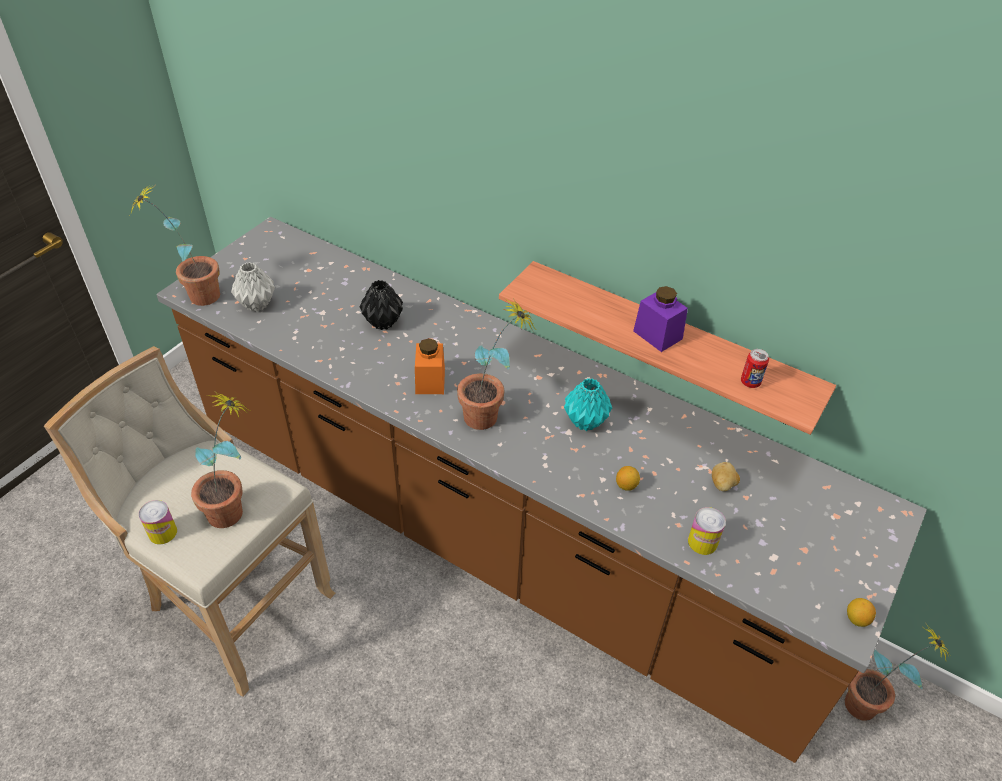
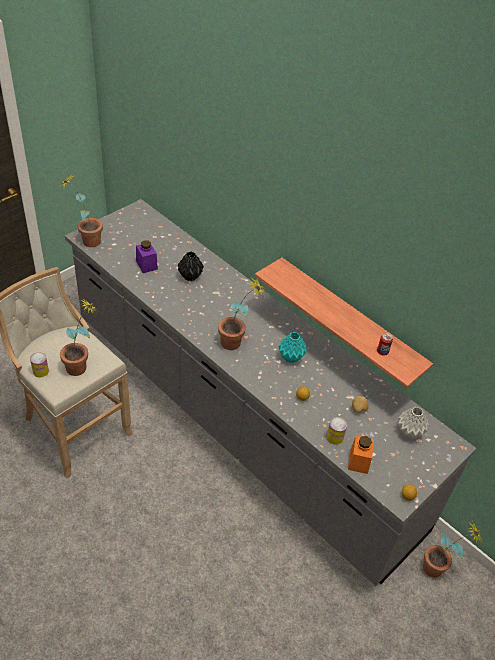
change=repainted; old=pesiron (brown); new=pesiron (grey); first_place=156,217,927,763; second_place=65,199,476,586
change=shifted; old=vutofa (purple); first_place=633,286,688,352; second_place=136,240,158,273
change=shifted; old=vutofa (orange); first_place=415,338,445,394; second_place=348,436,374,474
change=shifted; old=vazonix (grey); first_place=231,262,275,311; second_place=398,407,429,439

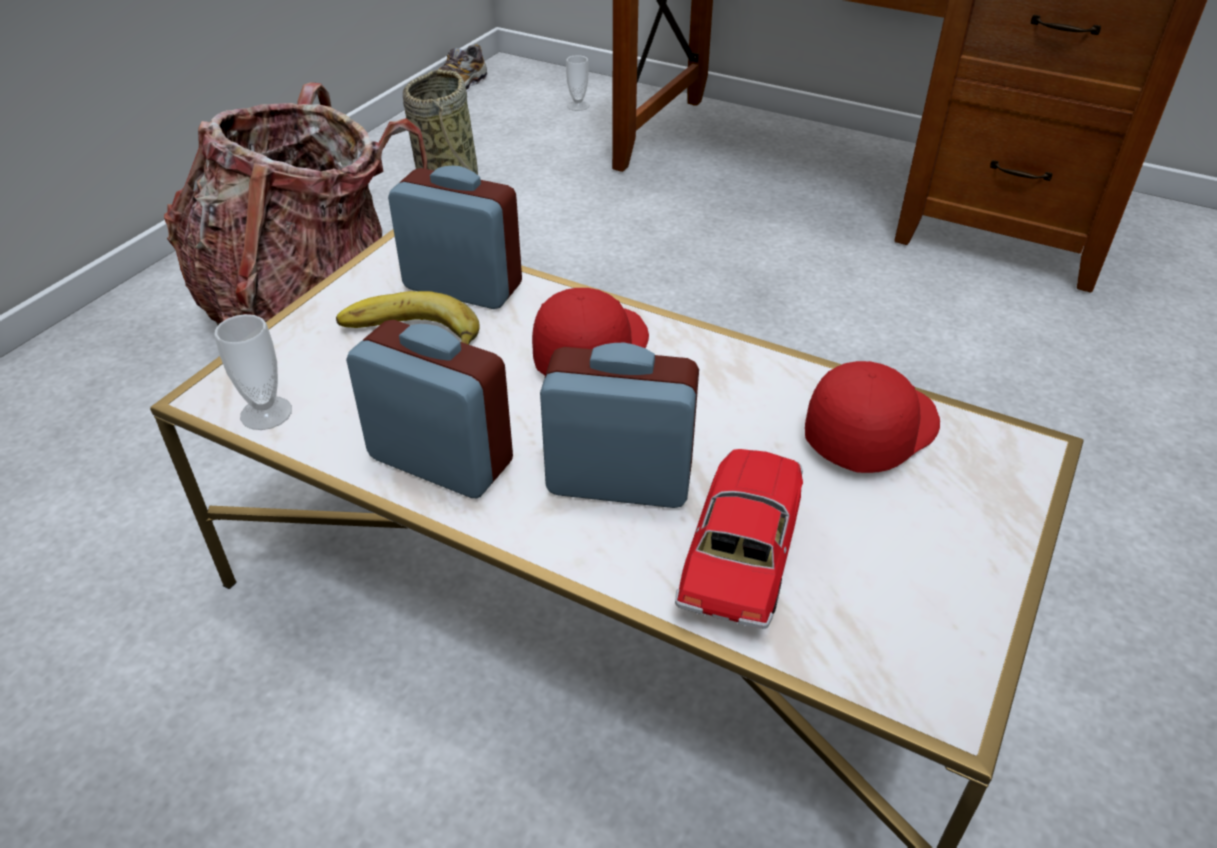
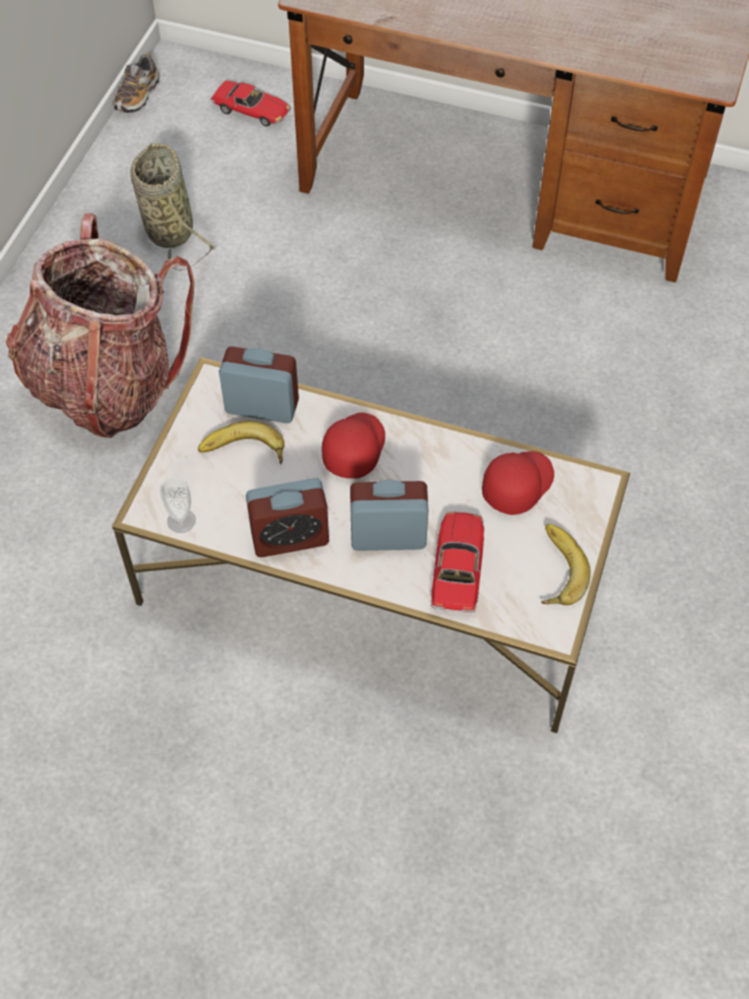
change=swapped; old=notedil; new=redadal; first_place=566,55,589,111; second_place=210,80,291,126
change=rotated; old=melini; first_place=346,320,513,498; second_place=246,478,329,557; degrees=150
change=new; new=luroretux; second_place=541,524,591,605

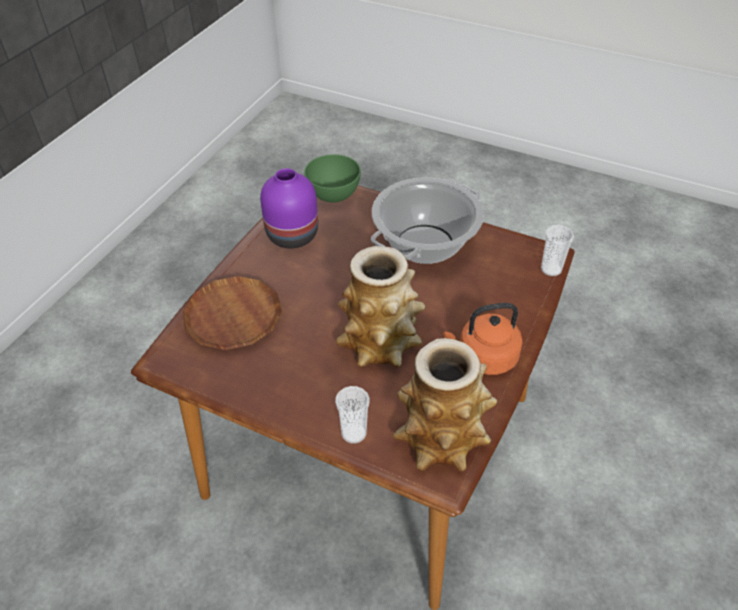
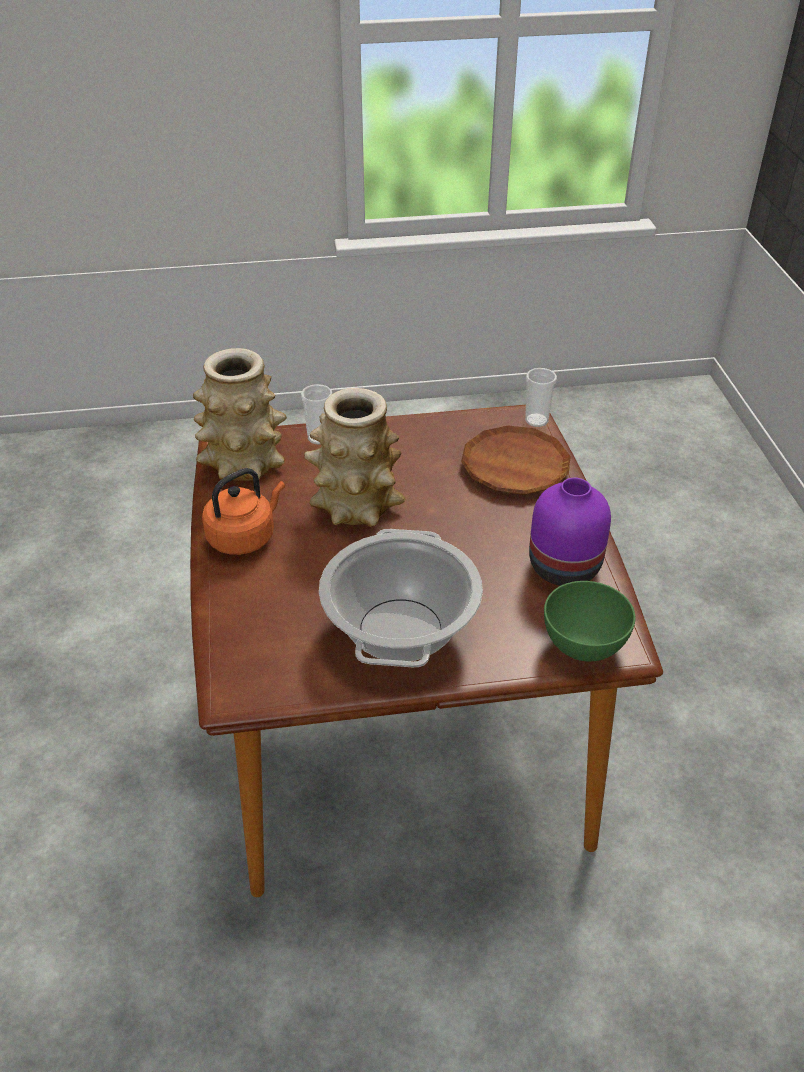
change=shifted; old=notedil; first_place=541,225,574,276; second_place=525,368,557,427

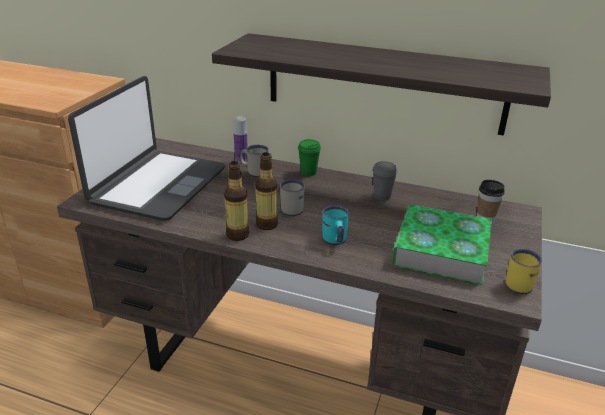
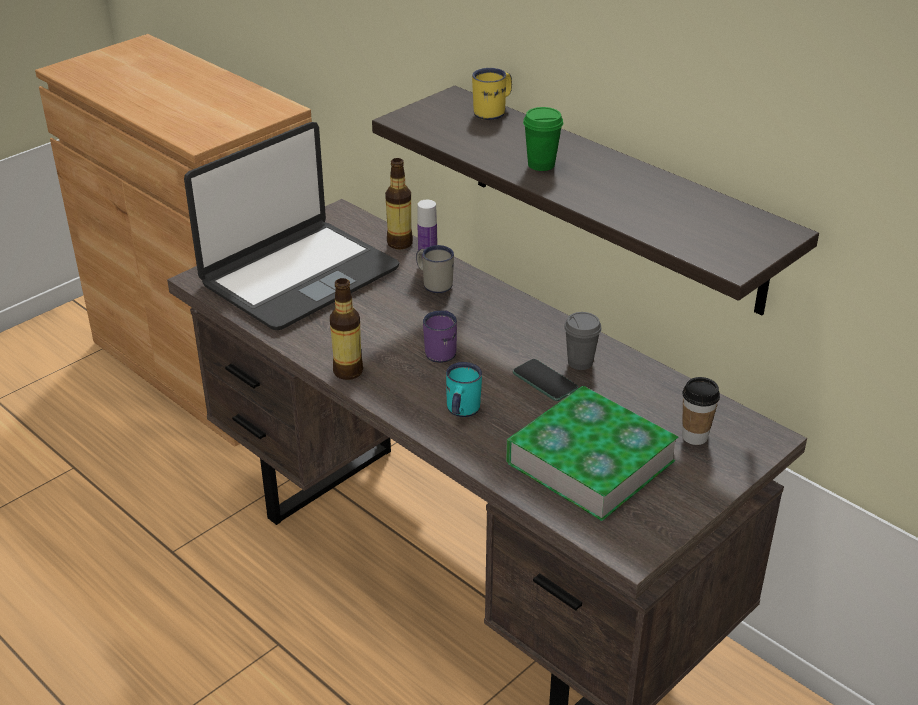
change=shifted; old=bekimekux; first_place=255,152,278,230; second_place=385,158,413,249
change=repainted; old=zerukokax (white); new=zerukokax (purple); first_place=280,179,305,216; second_place=423,310,457,363
change=shifted; old=zerukokax (yellow); first_place=505,249,542,294; second_place=472,68,512,120
change=new; new=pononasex; second_place=513,359,578,401
change=shifted; old=notedil (green); first_place=298,139,321,176; second_place=523,107,563,171

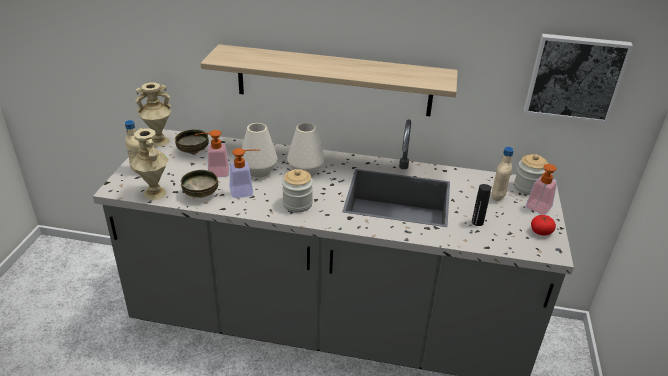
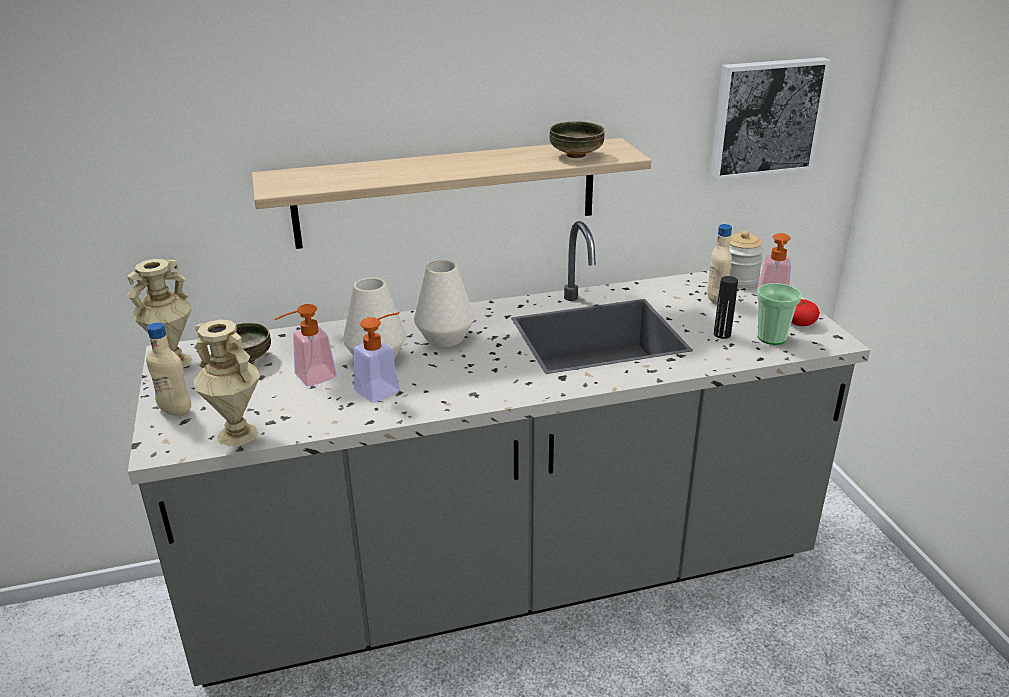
change=shifted; old=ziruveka; first_place=181,170,218,198; second_place=549,121,605,158
change=new; new=notedil; second_place=757,283,802,345
change=gone; old=vutofa; first_place=282,169,313,213

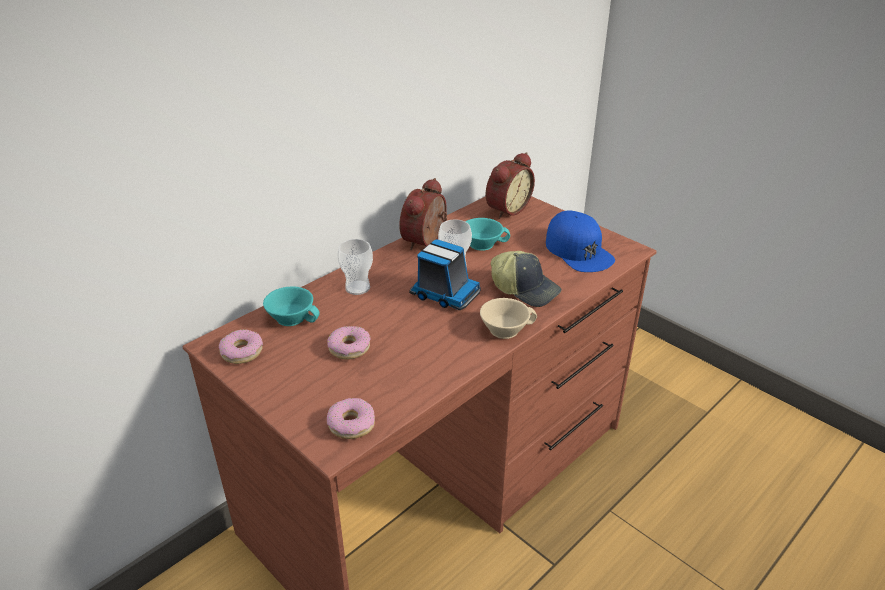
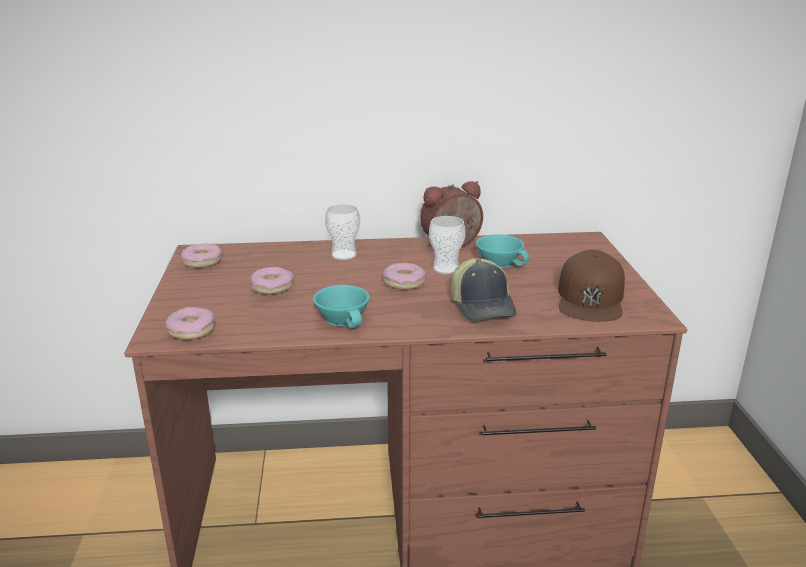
change=shifted; old=notedil (turquoise); first_place=263,286,320,326; second_place=313,285,370,329
change=swapped; old=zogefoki; new=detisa; first_place=409,239,481,310; second_place=383,263,426,290
change=repainted; old=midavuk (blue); new=midavuk (brown); first_place=546,211,615,272; second_place=558,250,625,322
change=gone; old=notedil (beige); first_place=480,298,537,339
change=gone; old=melini; first_place=486,152,535,219

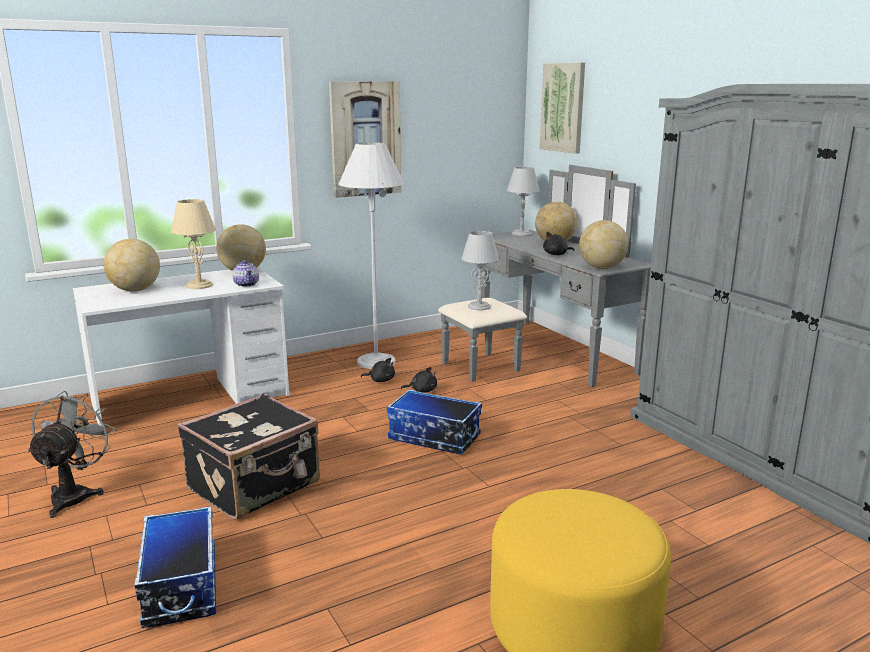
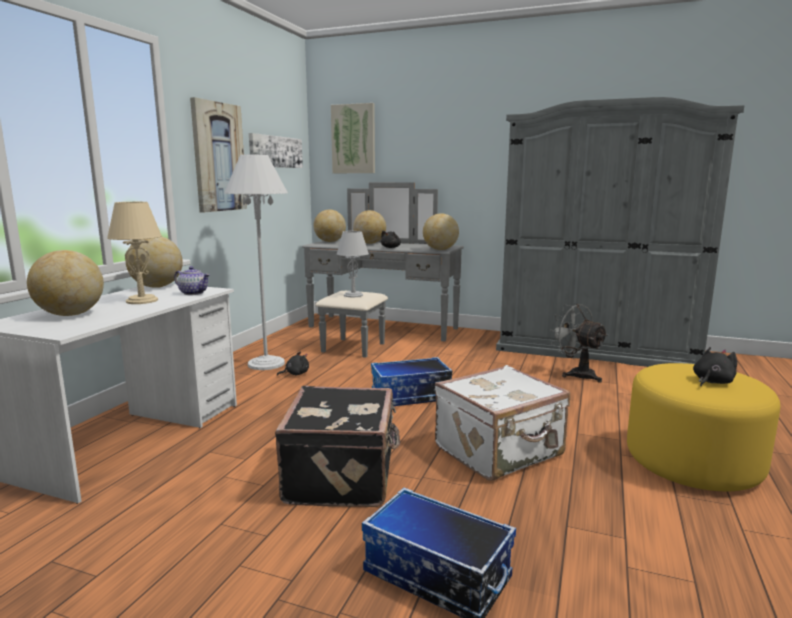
change=new; new=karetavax; second_place=249,133,303,168
change=swapped; old=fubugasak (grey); new=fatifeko; first_place=507,167,540,236; second_place=314,209,346,242
change=new; new=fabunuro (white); second_place=435,365,570,481
change=shifted; old=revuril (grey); first_place=27,391,115,518; second_place=550,304,608,383
change=shifted; old=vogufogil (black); first_place=401,367,437,393; second_place=693,347,737,386

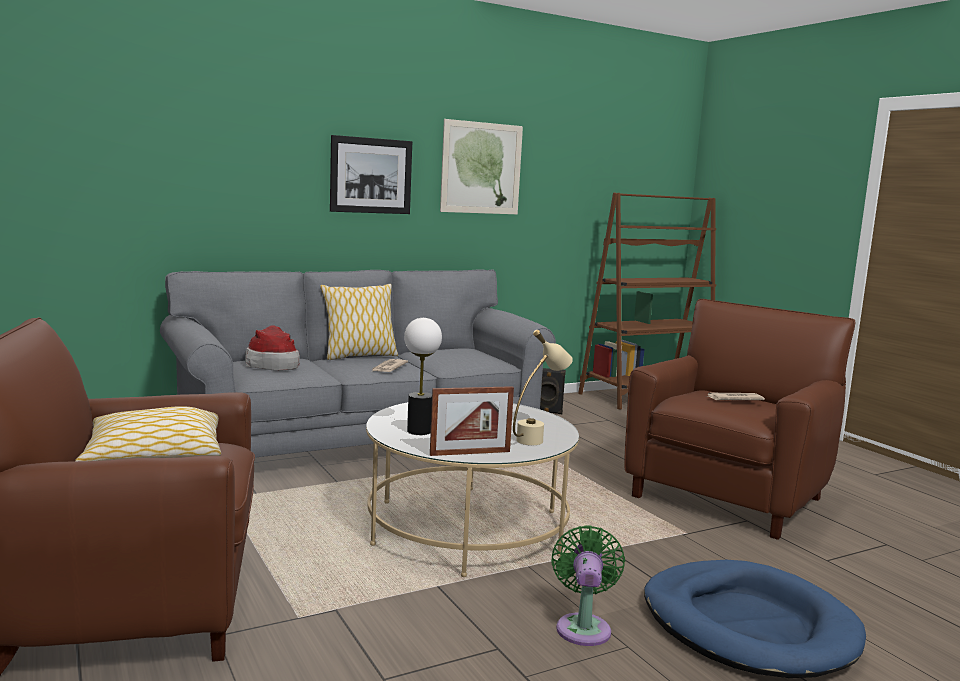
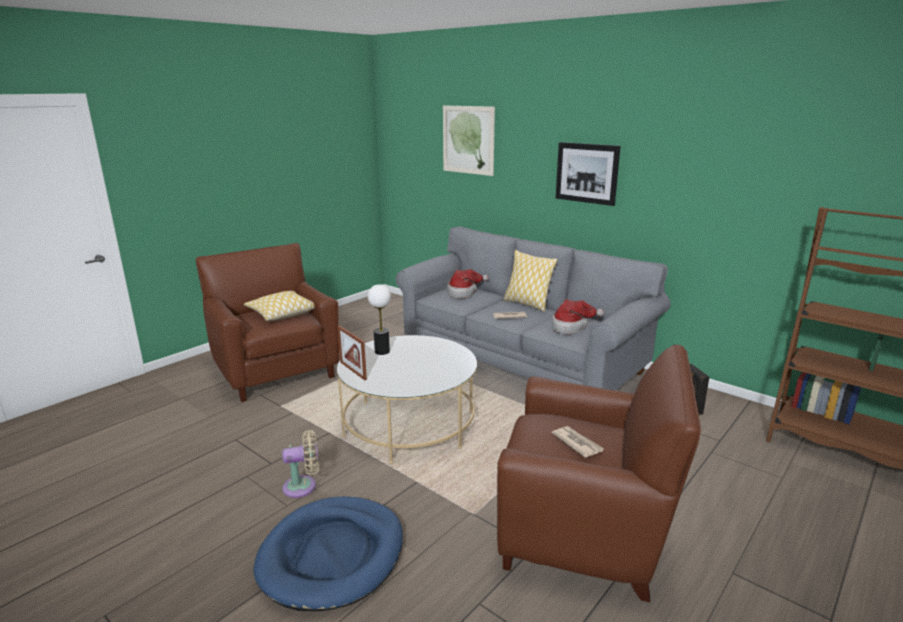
change=repainted; old=revuril (green); new=revuril (beige); first_place=551,525,625,646; second_place=282,430,319,498
change=shifted; old=karetavax; first_place=440,119,523,214; second_place=443,106,495,176
change=new; new=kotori; second_place=552,299,604,335
change=gone; old=fubugasak (beige); first_place=513,330,573,445

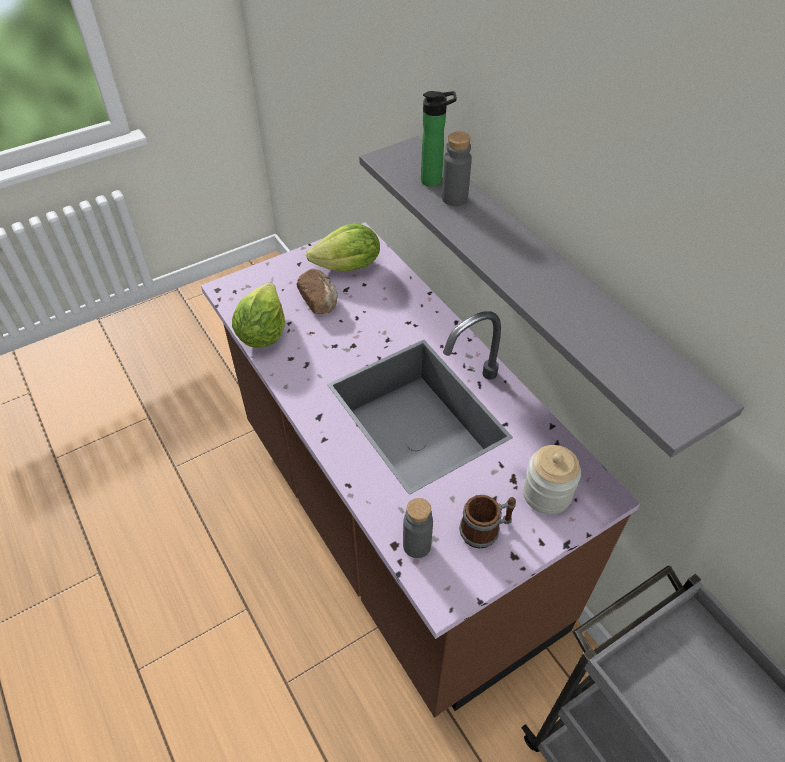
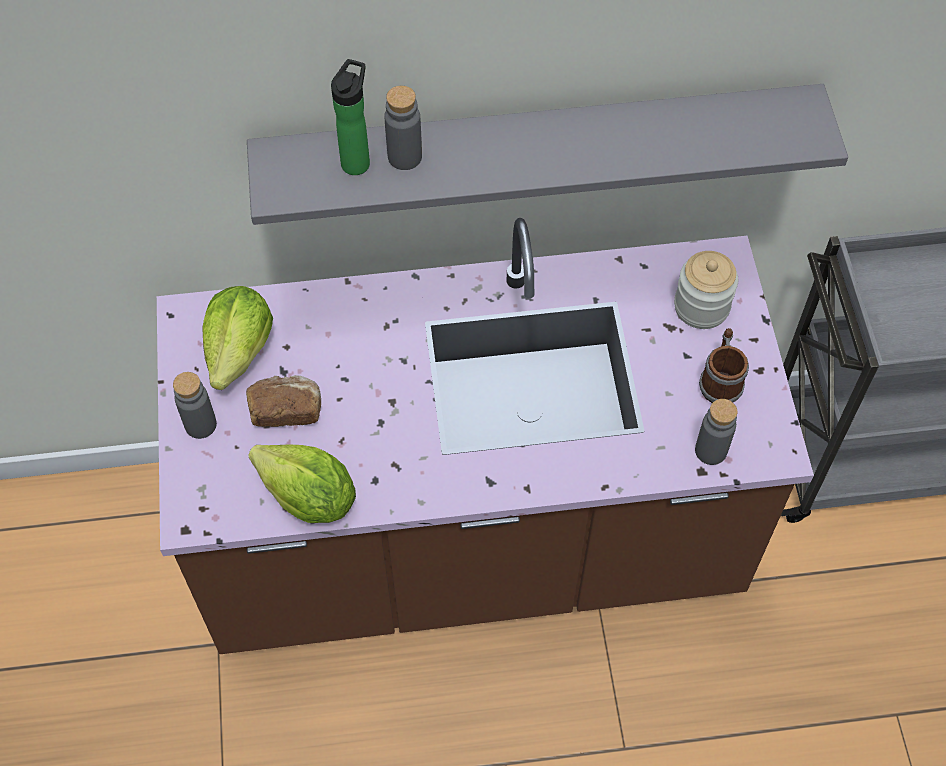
change=new; new=bekimekux (grey); second_place=173,372,217,439

